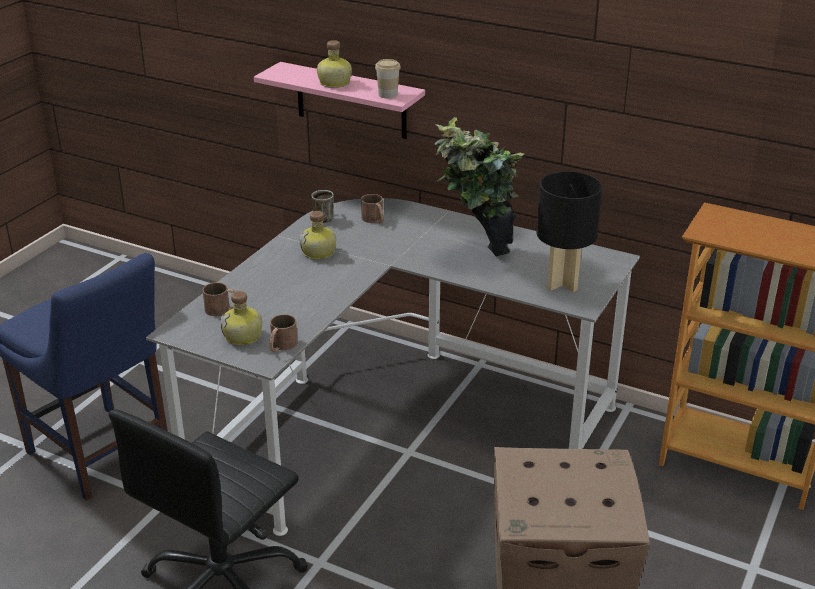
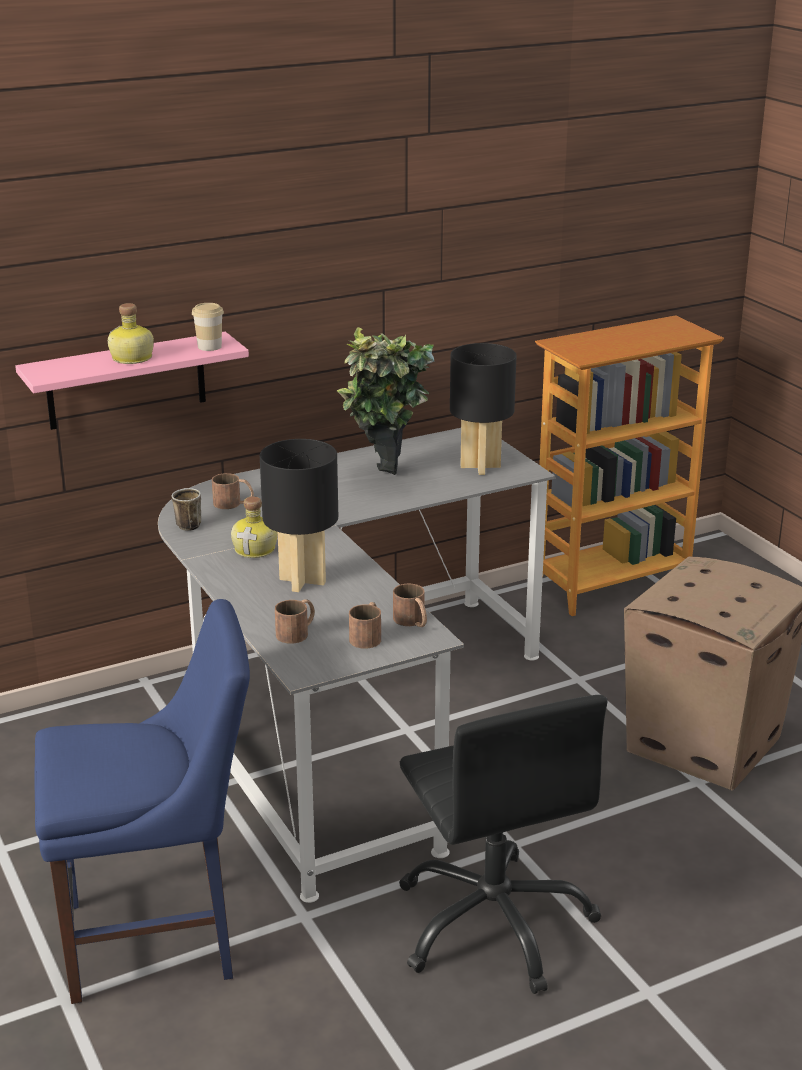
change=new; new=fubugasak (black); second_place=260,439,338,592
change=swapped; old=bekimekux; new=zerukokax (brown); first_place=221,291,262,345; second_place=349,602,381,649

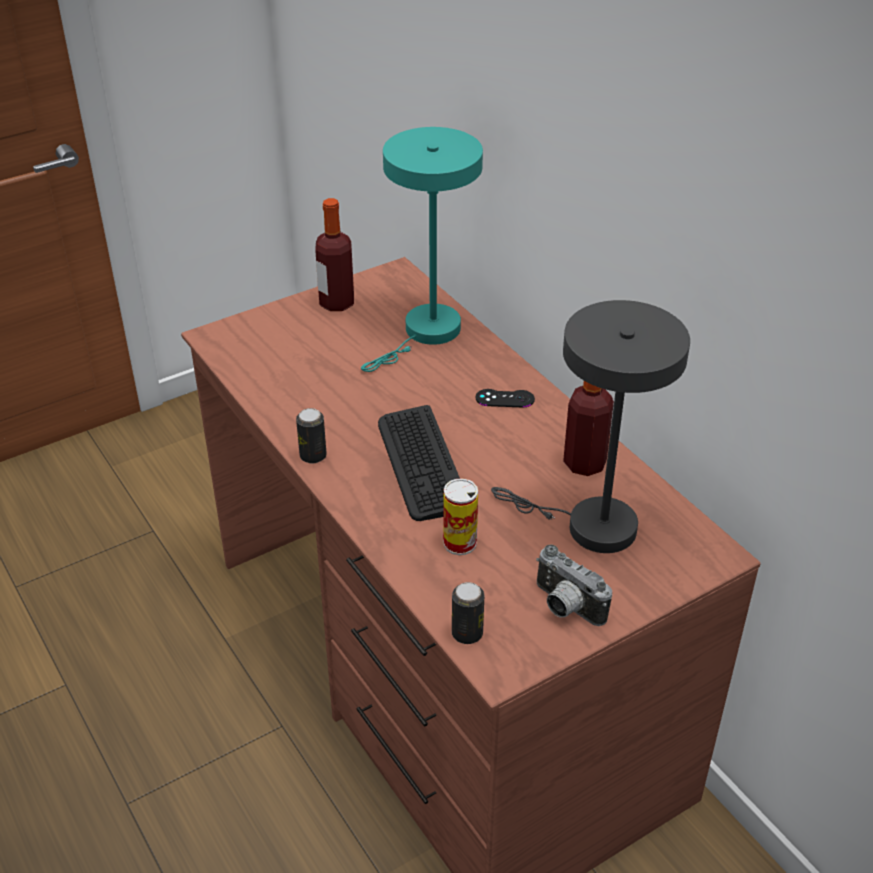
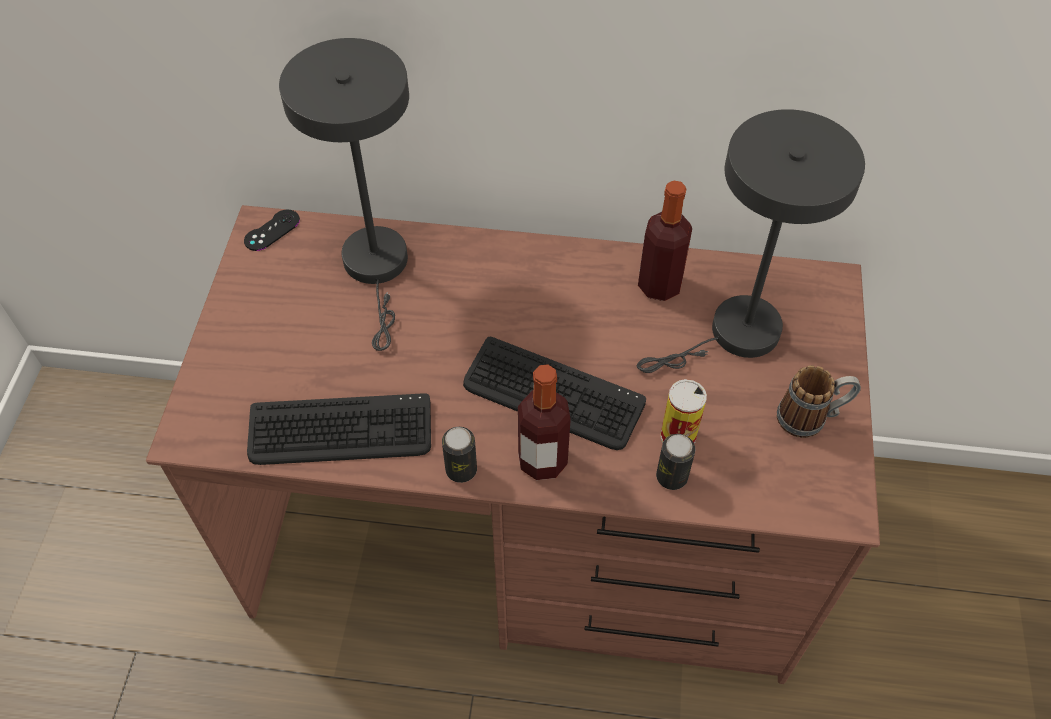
change=shifted; old=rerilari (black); first_place=476,389,535,407; second_place=244,209,300,251
change=new; new=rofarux; second_place=247,393,431,465
change=repainted; old=fubugasak (turquoise); new=fubugasak (grey); first_place=361,127,483,372; second_place=279,38,409,351
change=shifted; old=bekimekux; first_place=315,198,354,311; second_place=518,364,571,480
change=shifted; old=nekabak; first_place=452,582,484,644; second_place=656,434,695,490
change=swapped; old=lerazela; new=zerukokax; first_place=536,544,612,626; second_place=777,365,861,438

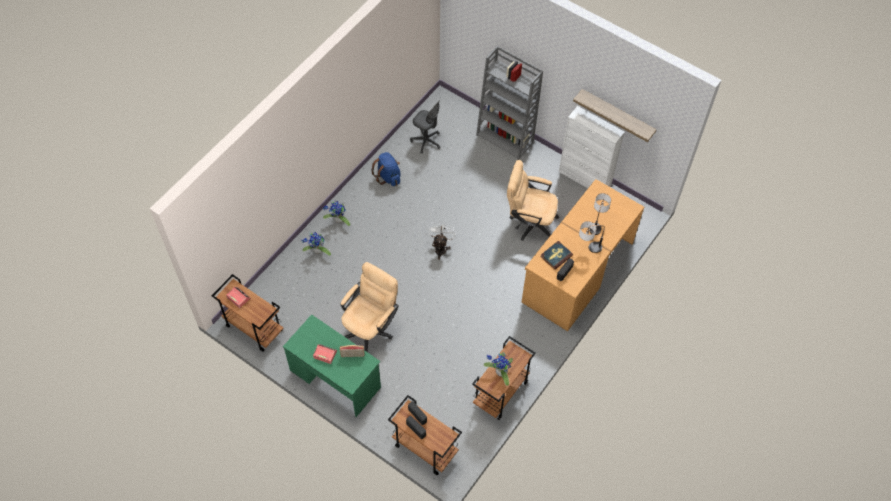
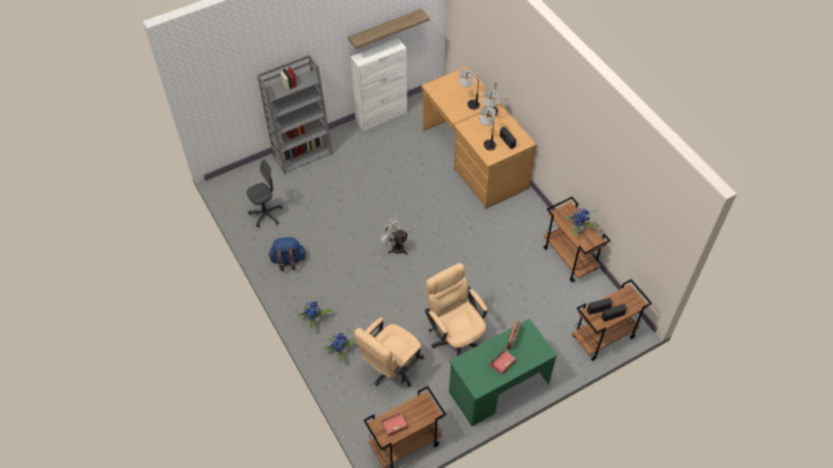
change=shifted; old=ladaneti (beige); first_place=507,160,559,241; second_place=354,317,424,387
change=swapped; old=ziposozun; new=fubugasak; first_place=540,241,573,270; second_place=480,106,496,150

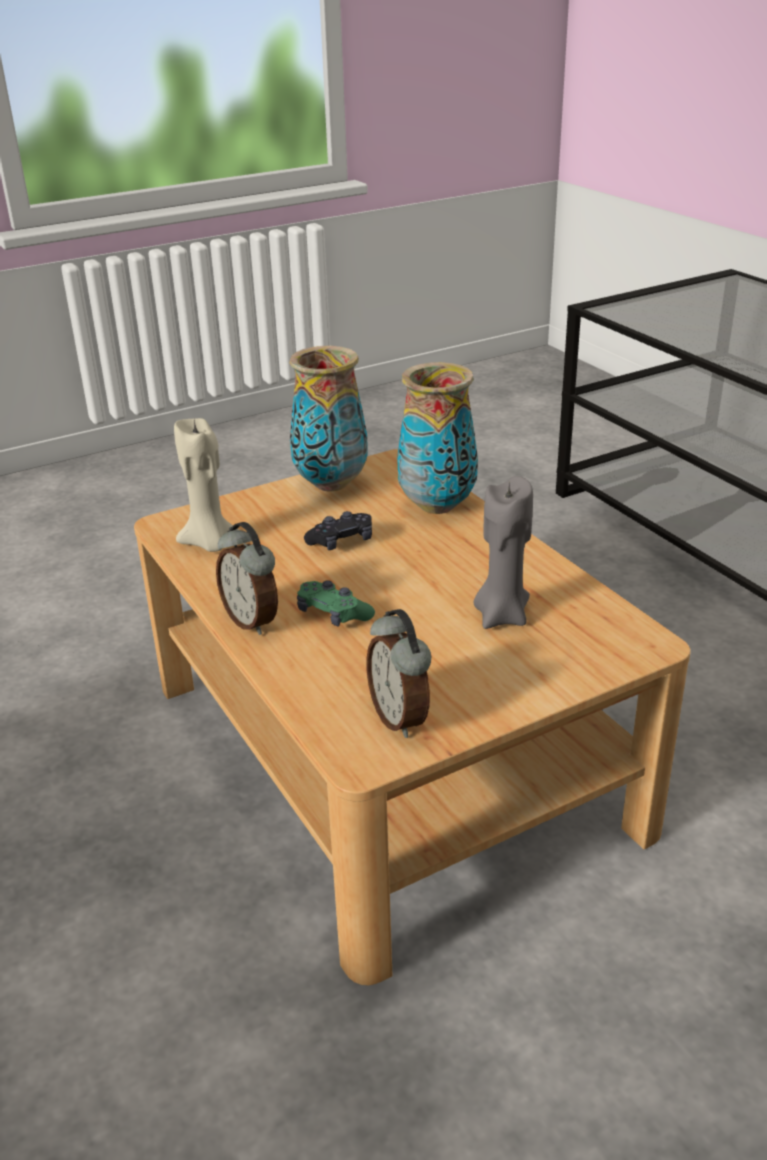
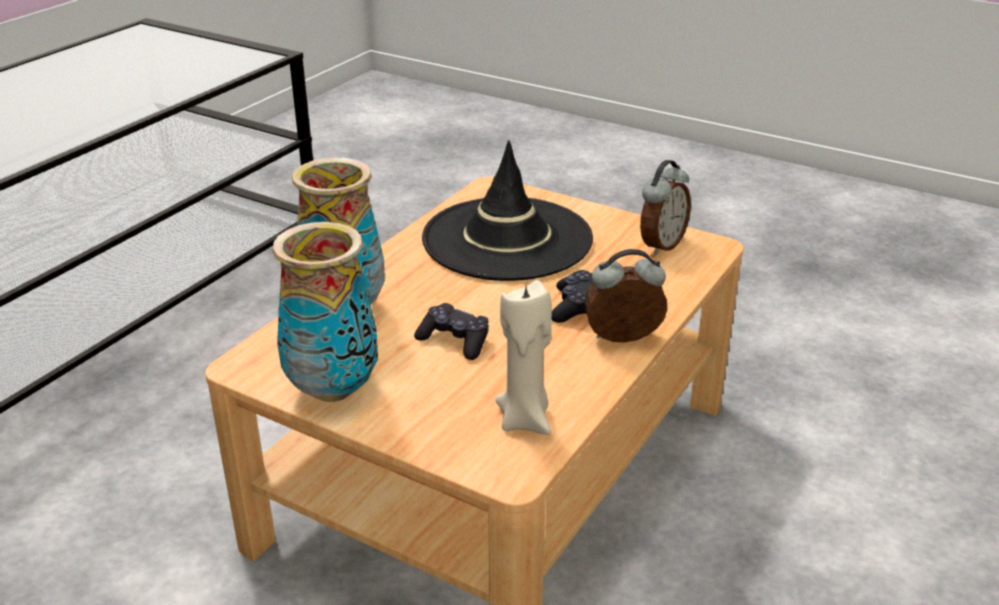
change=swapped; old=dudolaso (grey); new=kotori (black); first_place=474,476,533,629; second_place=422,140,593,281
change=repainted; old=rerilari (green); new=rerilari (black); first_place=297,580,375,627; second_place=552,270,592,323
change=rotated; old=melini; first_place=216,522,278,635; second_place=584,249,667,343; degrees=-120

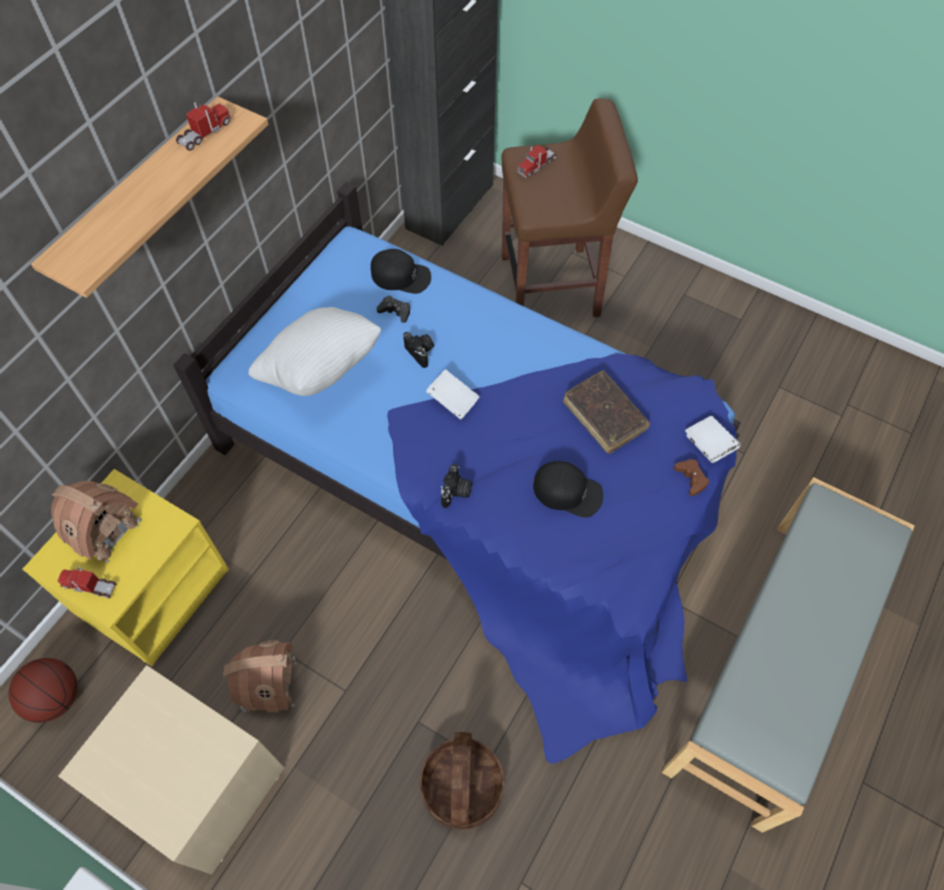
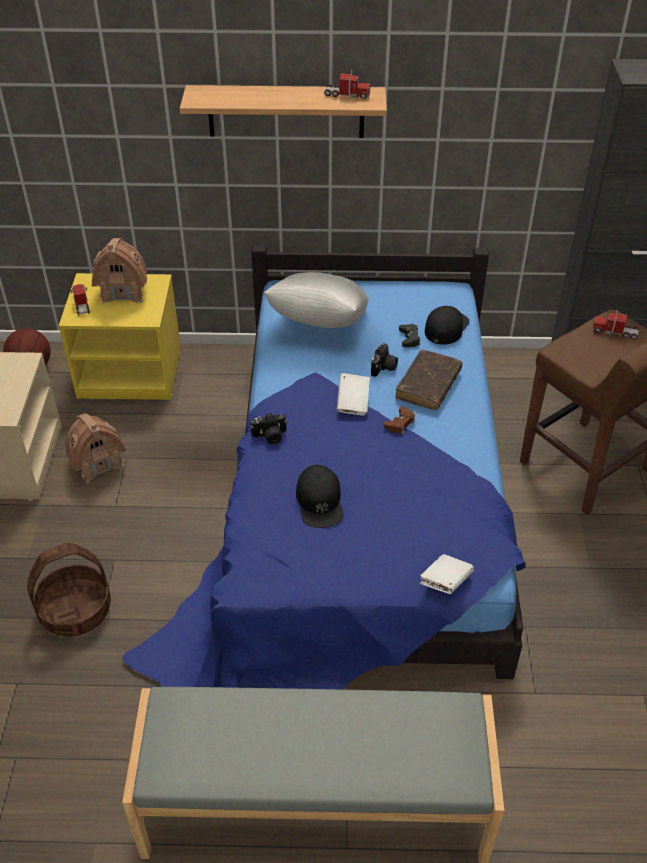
change=shifted; old=rerilari (brown); first_place=674,459,709,496; second_place=384,406,415,435
change=shifted; old=ziposozun (brown); first_place=563,370,650,454; second_place=396,350,463,410
change=rotated; old=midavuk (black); first_place=371,249,431,294; second_place=425,306,469,345; degrees=-135

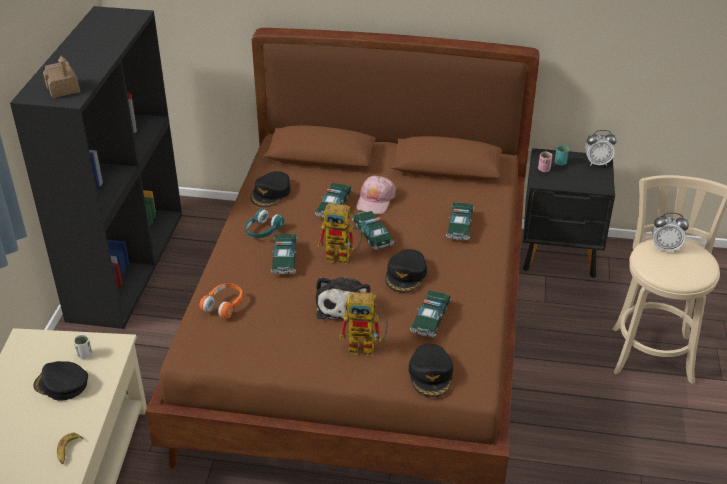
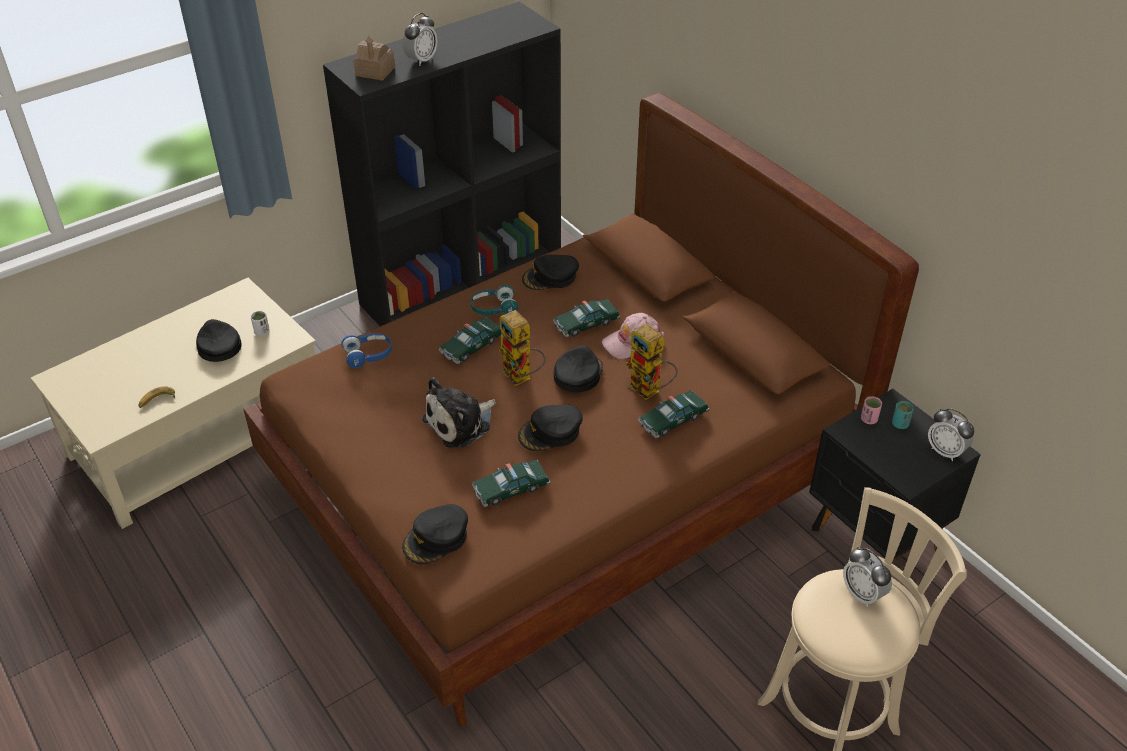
change=repainted; old=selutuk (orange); new=selutuk (blue); first_place=199,283,243,319; second_place=341,333,392,368
change=new; new=melini; second_place=403,13,438,66
change=swapped; old=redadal; new=midavuk (black); first_place=352,211,394,250; second_place=554,345,603,392
change=shifted; old=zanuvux; first_place=339,292,388,356; second_place=625,323,678,400

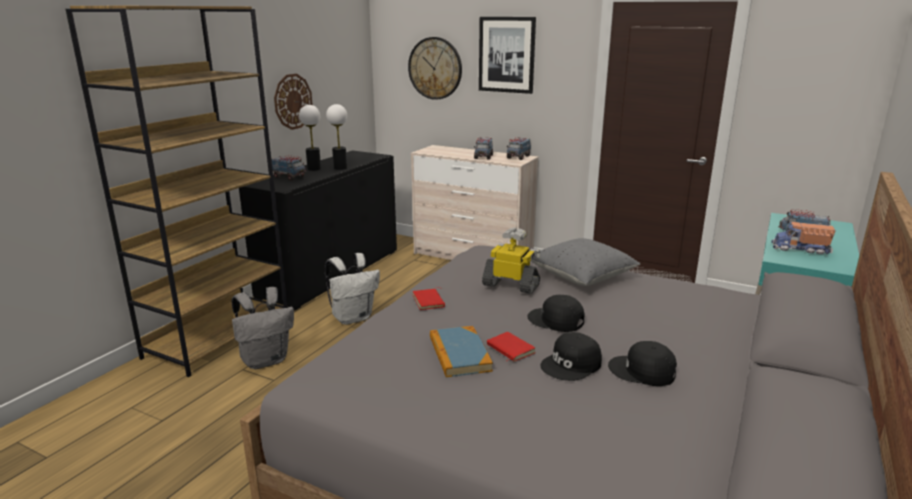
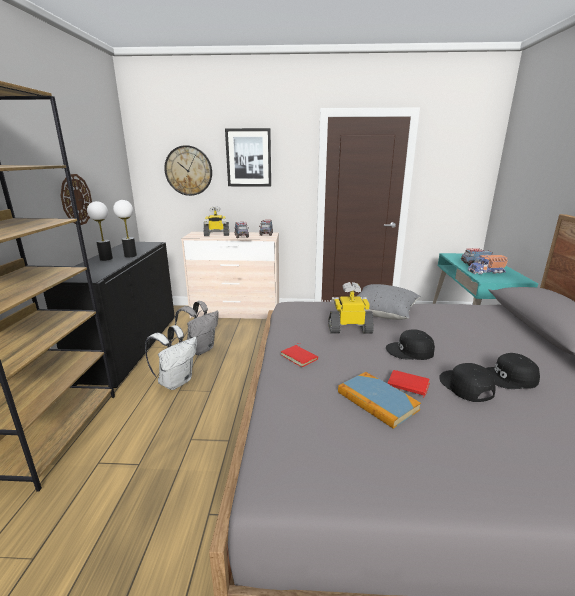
change=shifted; old=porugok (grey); first_place=232,287,294,369; second_place=175,301,218,355
change=new; new=zanuvux; second_place=204,206,229,236
change=rotated; old=midavuk (black); first_place=540,332,602,381; second_place=439,363,496,402; degrees=135
change=gone; old=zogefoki; first_place=271,155,306,181

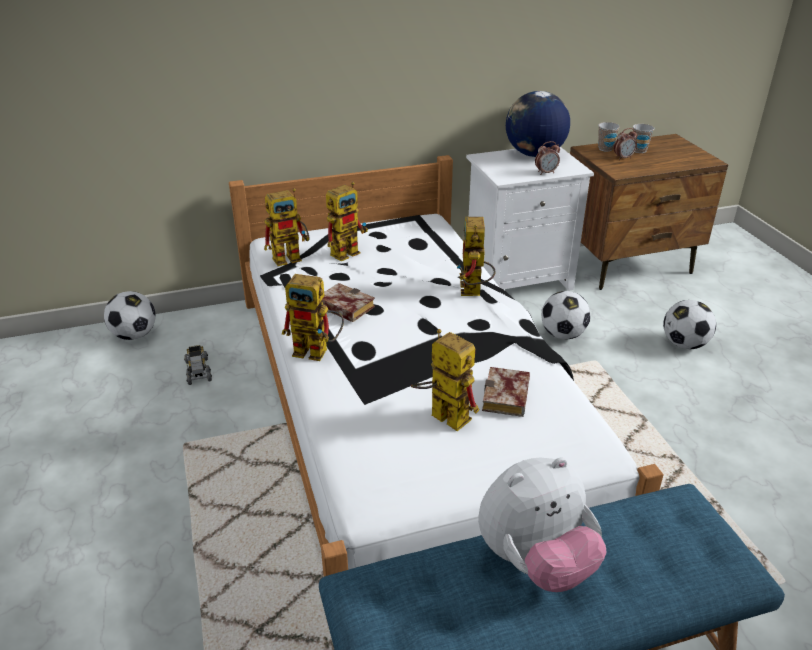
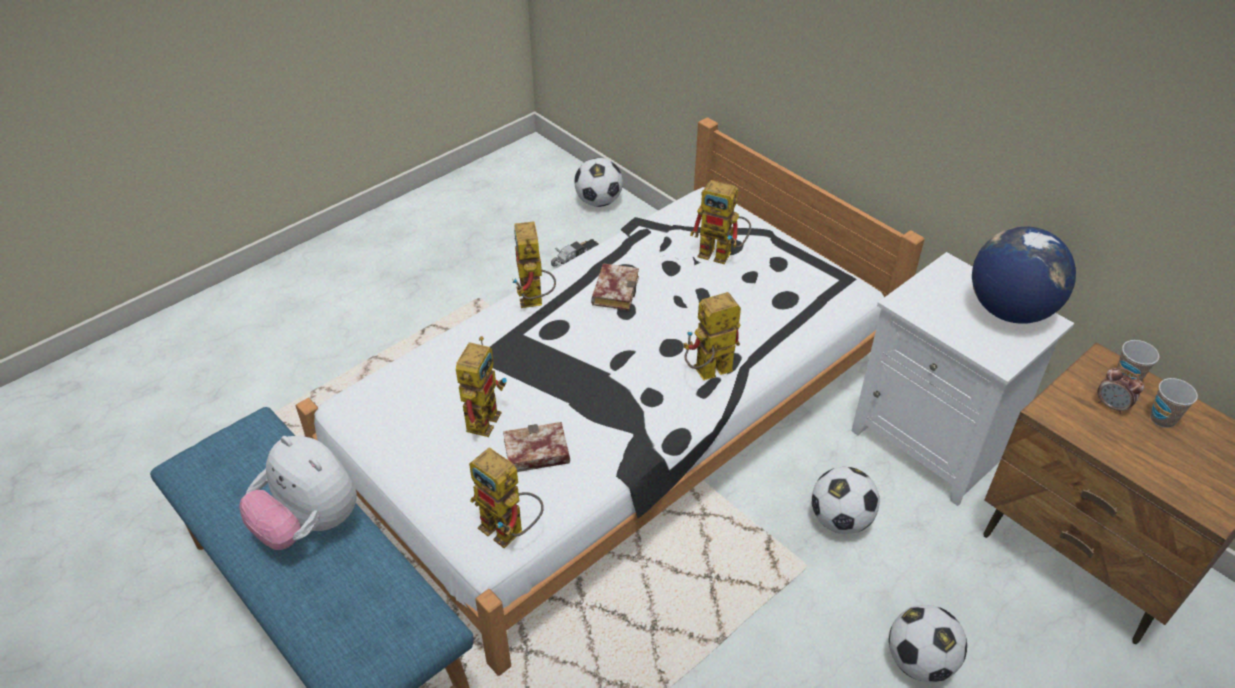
change=shifted; old=zanuvux; first_place=264,188,310,266; second_place=469,447,544,548
change=gone; old=melini; first_place=535,141,560,175

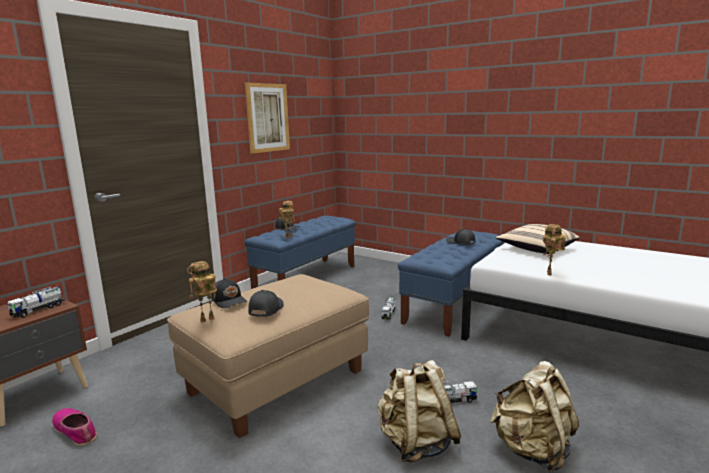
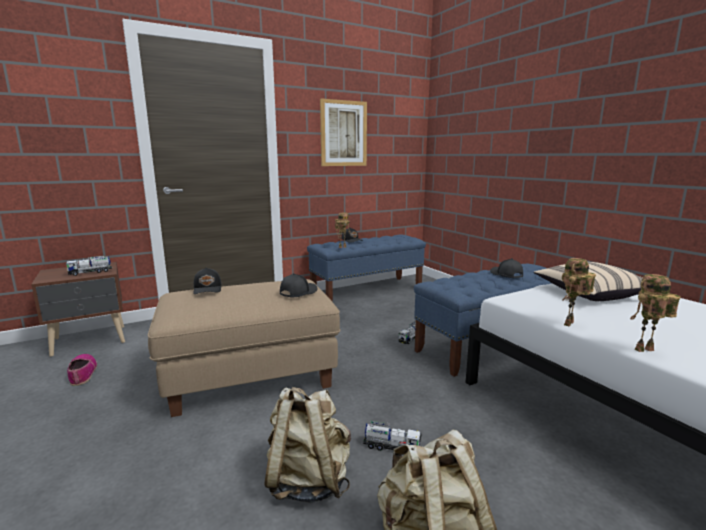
change=shifted; old=midavuk (black); first_place=248,290,284,317; second_place=280,273,318,298
change=shifted; old=zanuvux; first_place=187,261,217,322; second_place=630,274,681,352

